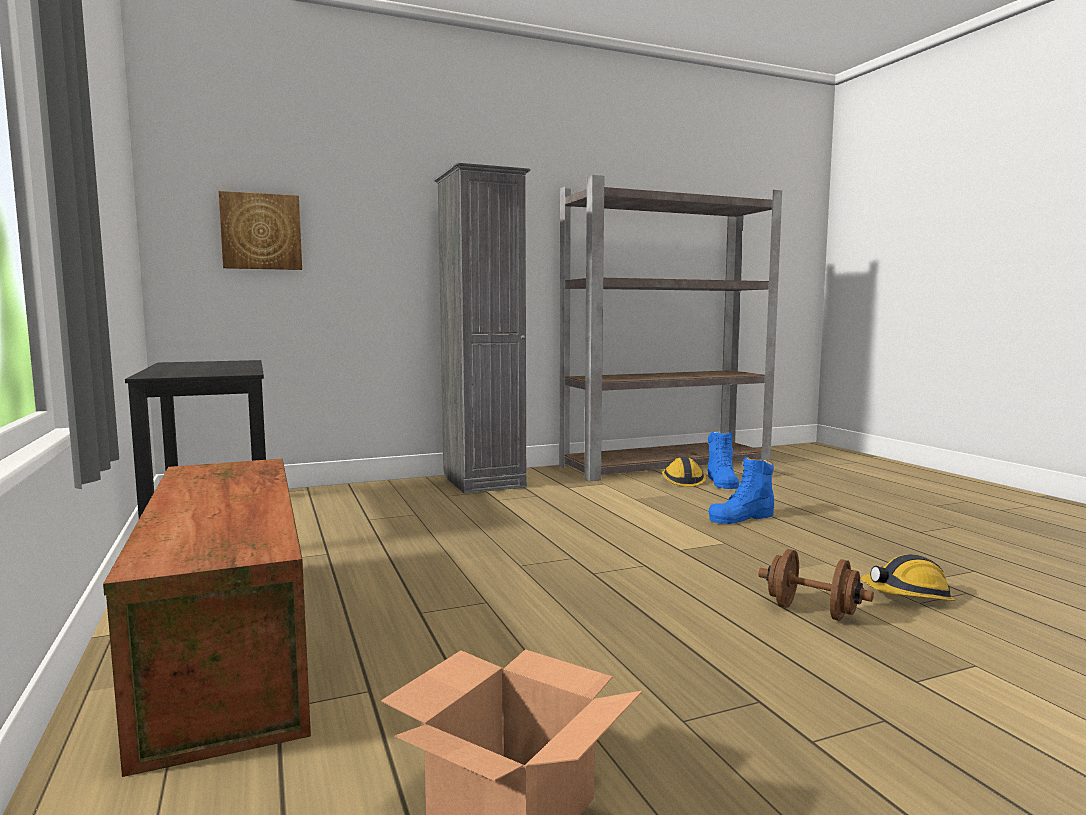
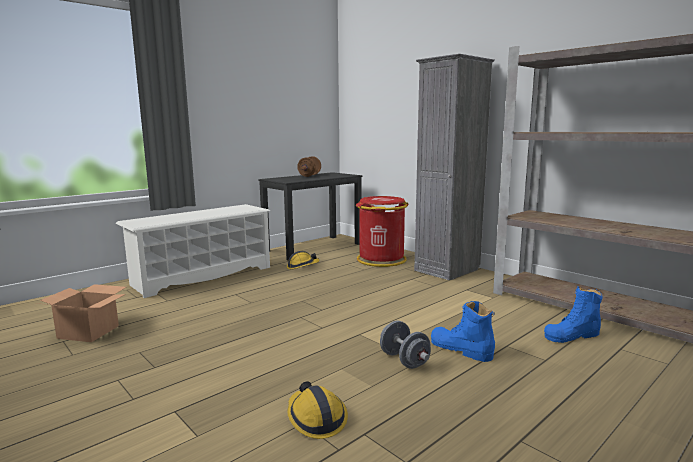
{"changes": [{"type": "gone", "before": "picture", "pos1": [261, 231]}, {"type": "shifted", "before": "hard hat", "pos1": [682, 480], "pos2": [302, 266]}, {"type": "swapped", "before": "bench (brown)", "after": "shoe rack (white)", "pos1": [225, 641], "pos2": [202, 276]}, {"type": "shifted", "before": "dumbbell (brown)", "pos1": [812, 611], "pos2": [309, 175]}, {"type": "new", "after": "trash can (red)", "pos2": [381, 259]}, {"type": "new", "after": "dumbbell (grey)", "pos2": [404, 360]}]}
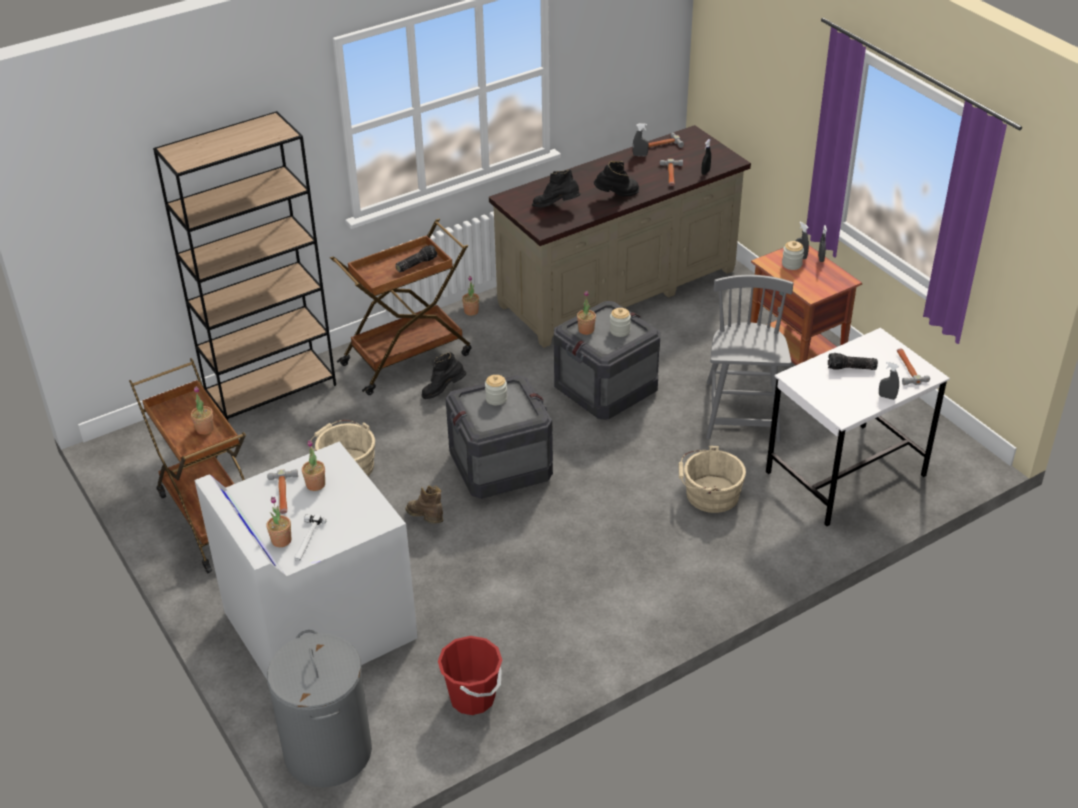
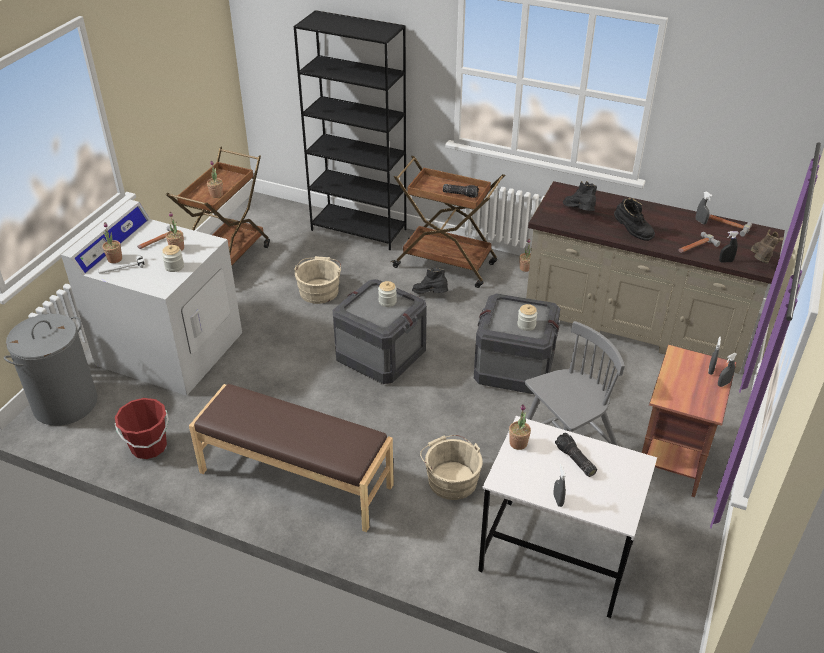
{"changes": [{"type": "repainted", "before": "bookcase (beige)", "after": "bookcase (black)", "pos1": [271, 391], "pos2": [359, 229]}, {"type": "shifted", "before": "jar", "pos1": [791, 264], "pos2": [174, 266]}, {"type": "shifted", "before": "potted plant", "pos1": [586, 330], "pos2": [518, 443]}, {"type": "gone", "before": "hammer", "pos1": [907, 368]}, {"type": "shifted", "before": "boot (brown)", "pos1": [427, 520], "pos2": [760, 262]}, {"type": "new", "after": "bench (brown)", "pos2": [295, 479]}]}
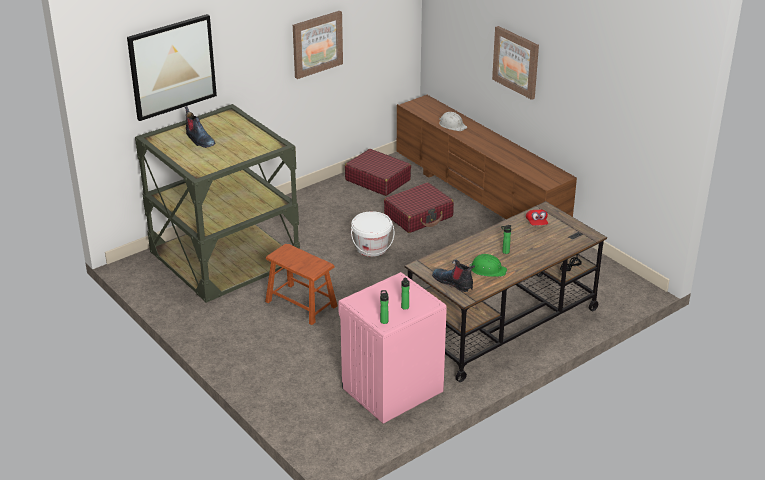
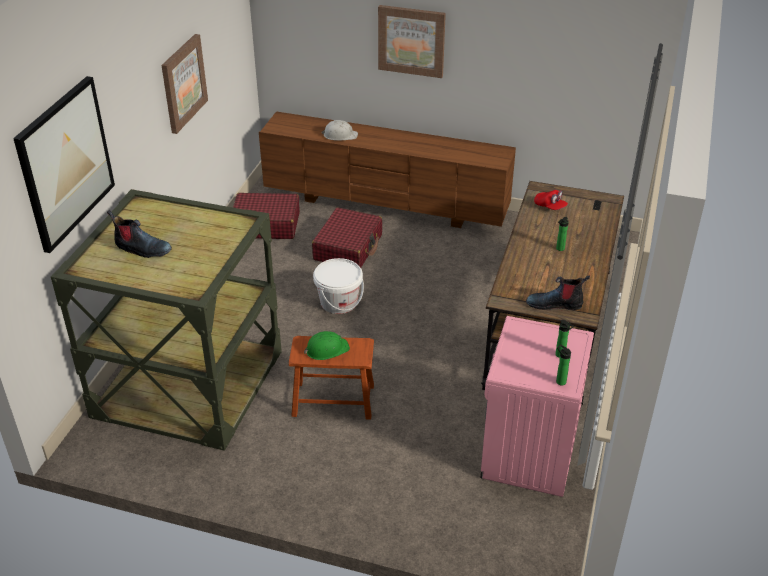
{"changes": [{"type": "shifted", "before": "hard hat (green)", "pos1": [487, 270], "pos2": [326, 349]}]}
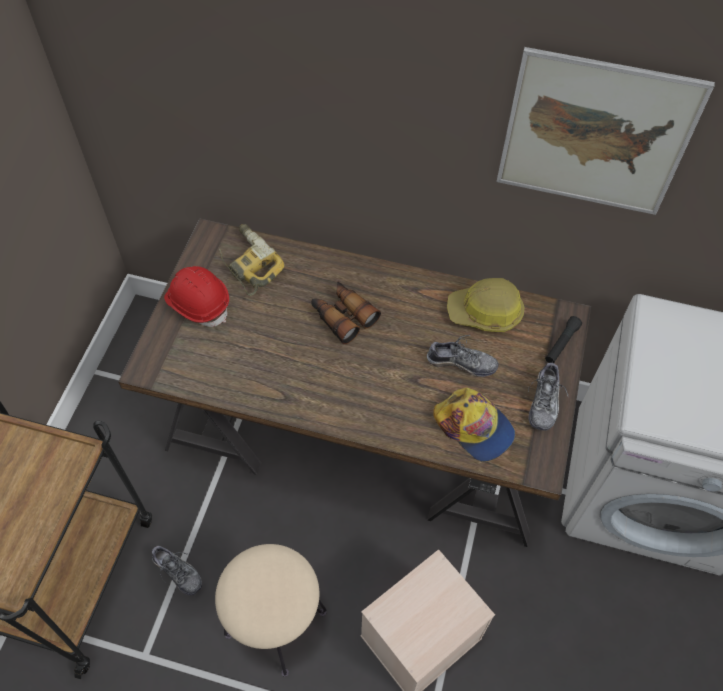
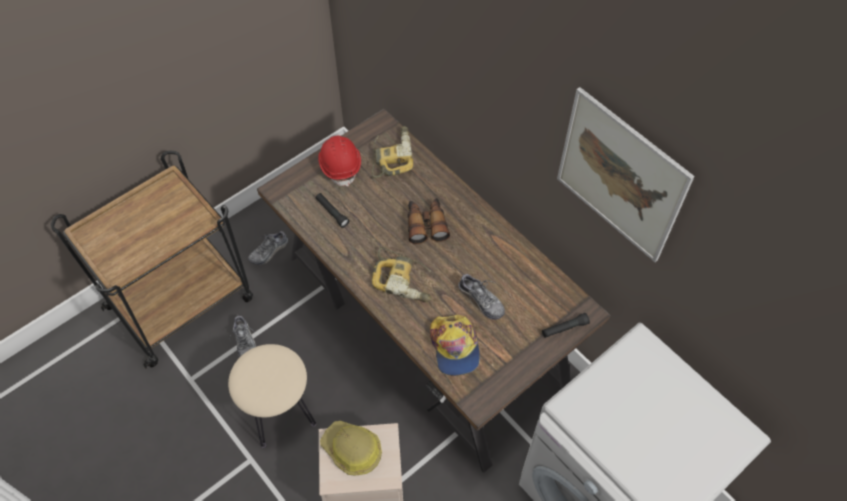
{"changes": [{"type": "shifted", "before": "hard hat", "pos1": [485, 312], "pos2": [352, 450]}, {"type": "shifted", "before": "shoe", "pos1": [544, 402], "pos2": [269, 251]}, {"type": "new", "after": "flashlight (black)", "pos2": [332, 212]}, {"type": "new", "after": "power drill", "pos2": [404, 279]}]}
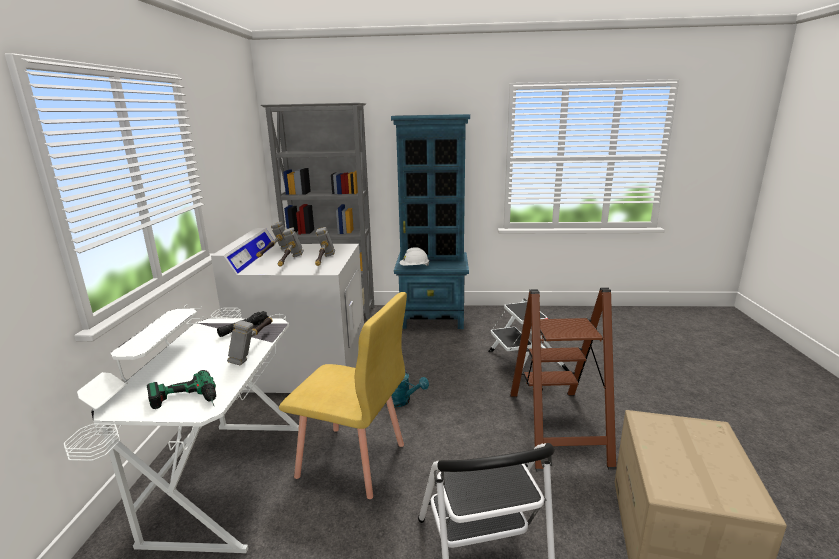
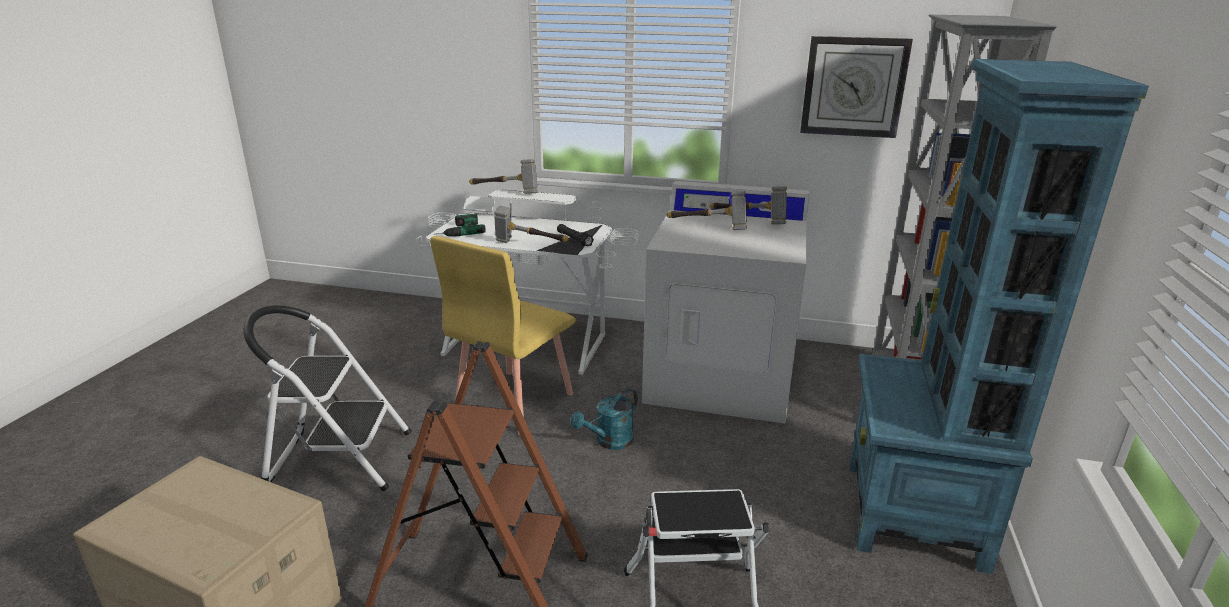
{"changes": [{"type": "shifted", "before": "hammer", "pos1": [323, 262], "pos2": [506, 192]}, {"type": "gone", "before": "hard hat (white)", "pos1": [414, 267]}, {"type": "new", "after": "wall clock", "pos2": [853, 87]}]}
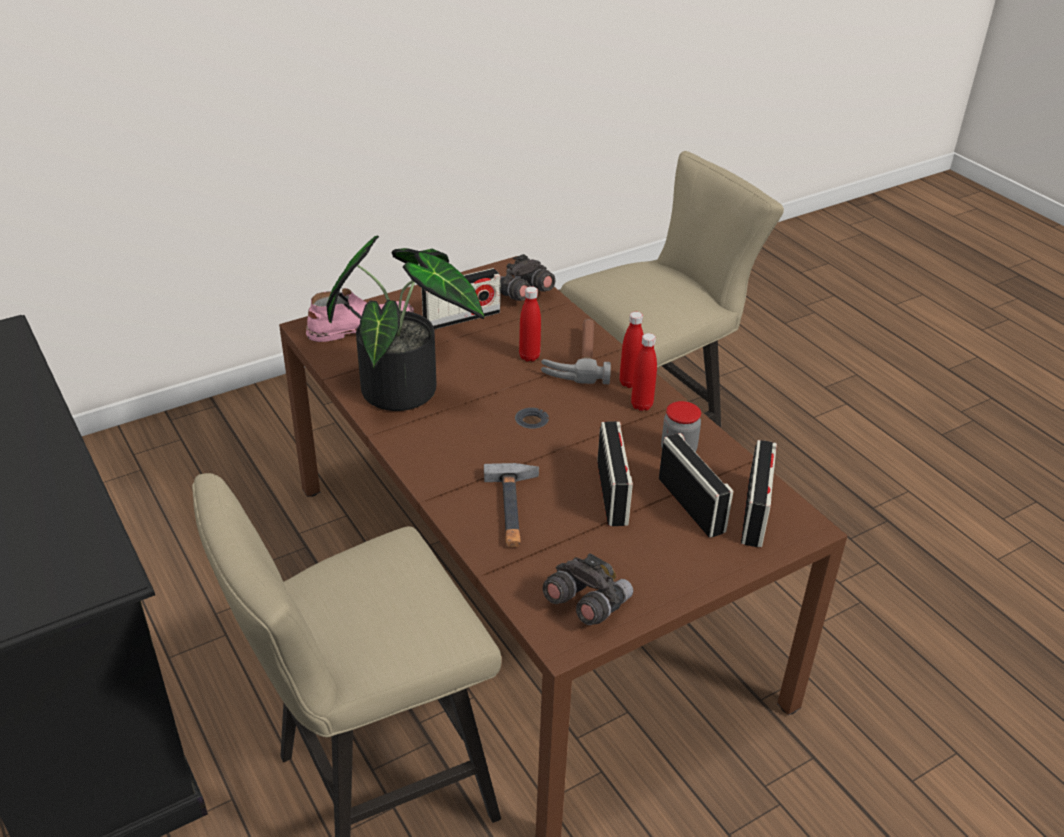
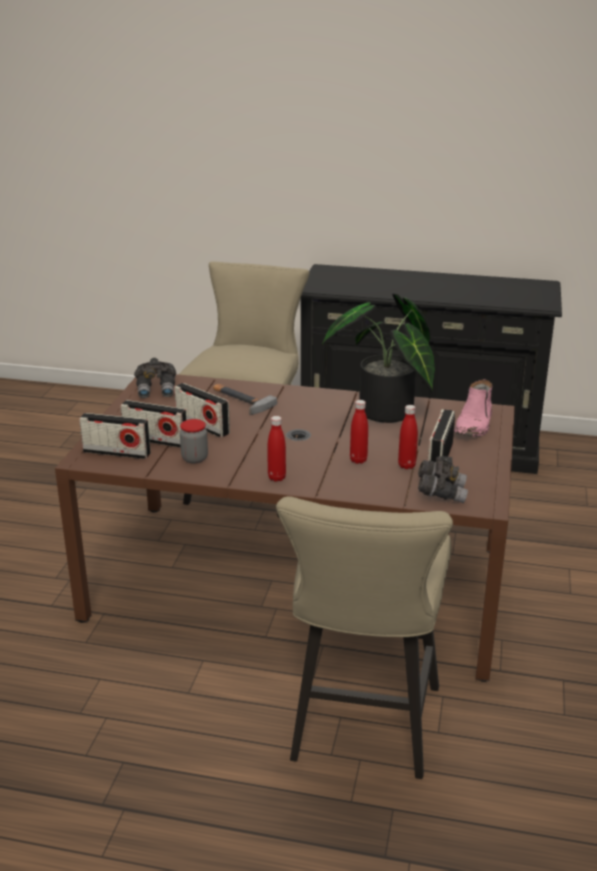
{"changes": [{"type": "gone", "before": "hammer", "pos1": [575, 358]}, {"type": "shifted", "before": "bottle (red)", "pos1": [641, 405], "pos2": [406, 465]}, {"type": "rotated", "before": "radio", "pos1": [755, 513], "pos2": [116, 452], "turn": -45}]}
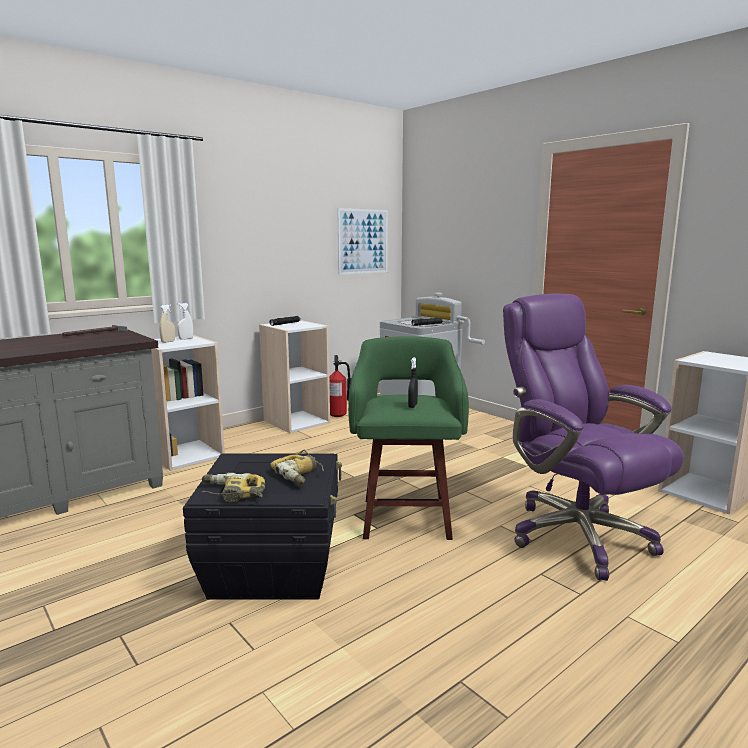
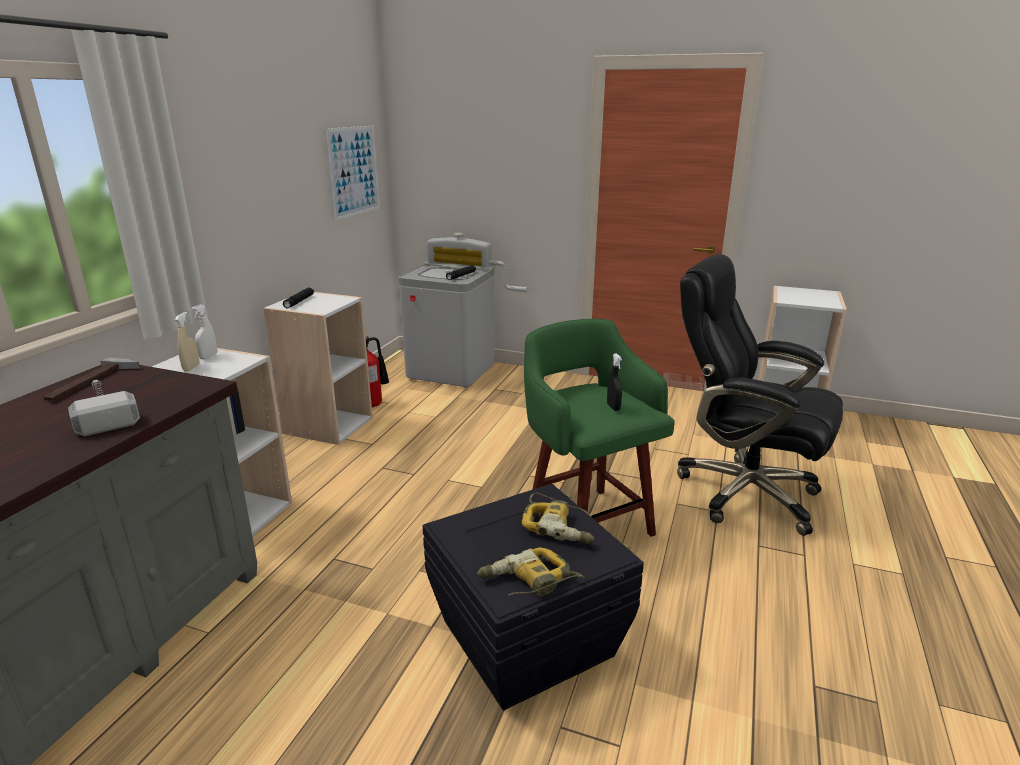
{"changes": [{"type": "repainted", "before": "office chair (purple)", "after": "office chair (black)", "pos1": [576, 534], "pos2": [742, 492]}, {"type": "new", "after": "hammer", "pos2": [104, 411]}]}
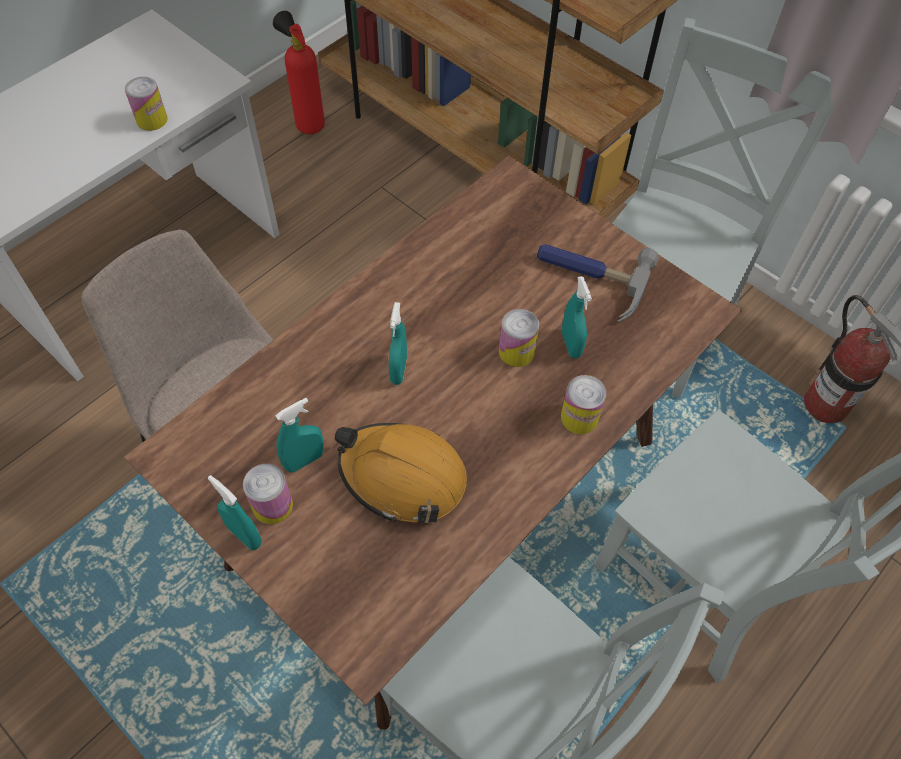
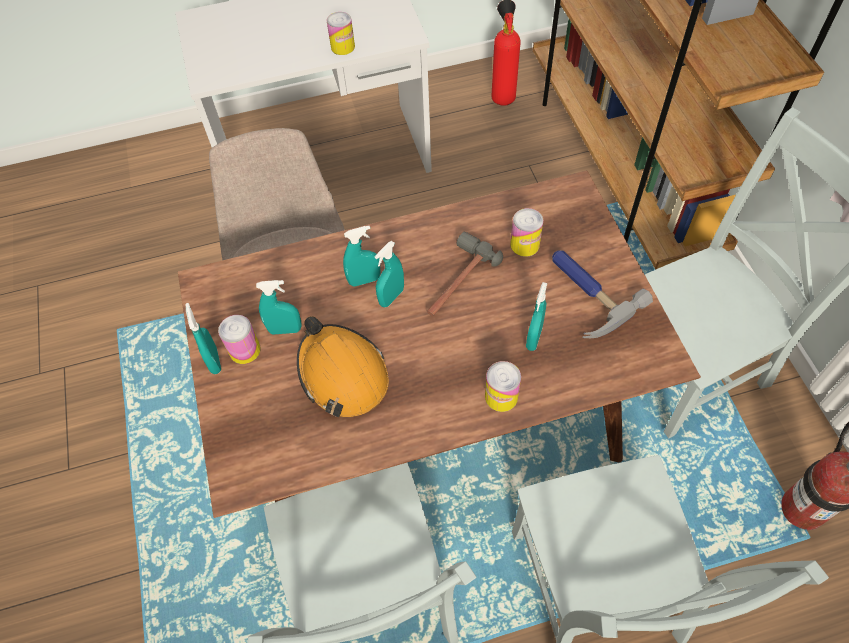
{"changes": [{"type": "shifted", "before": "can", "pos1": [516, 351], "pos2": [524, 244]}, {"type": "new", "after": "spray bottle (turquoise)", "pos2": [364, 280]}, {"type": "new", "after": "hammer", "pos2": [457, 282]}]}
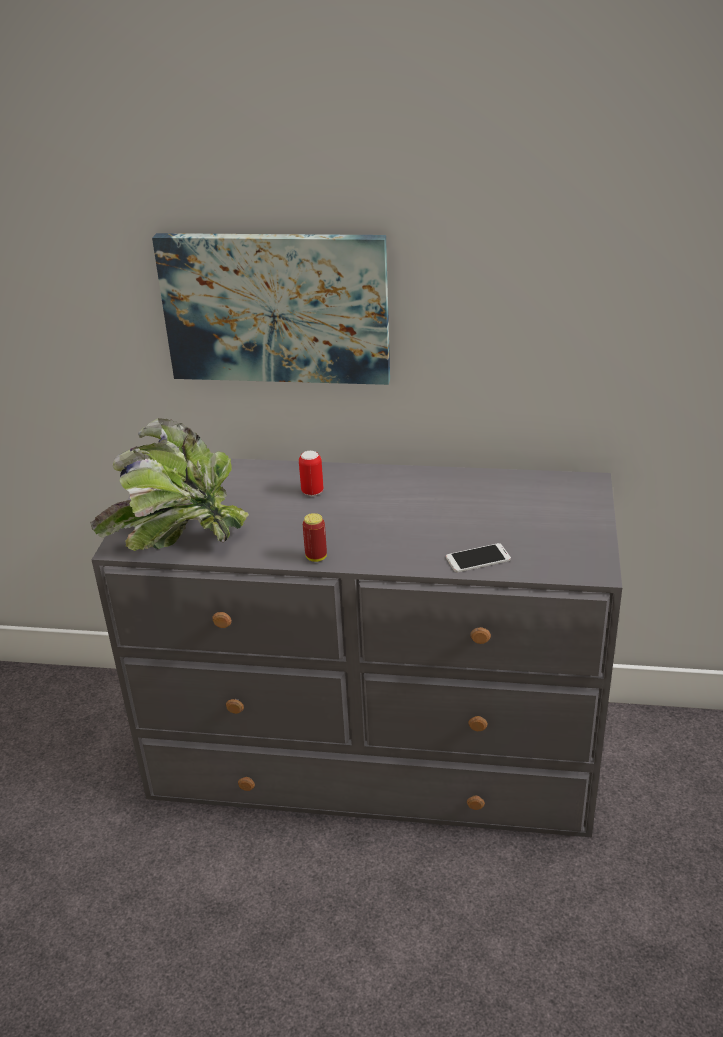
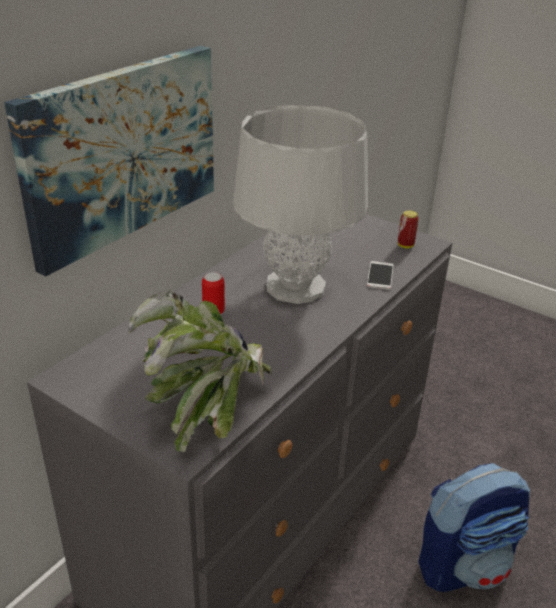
{"changes": [{"type": "shifted", "before": "can", "pos1": [316, 557], "pos2": [405, 245]}, {"type": "new", "after": "table lamp (grey)", "pos2": [295, 287]}, {"type": "new", "after": "backpack", "pos2": [464, 565]}]}
